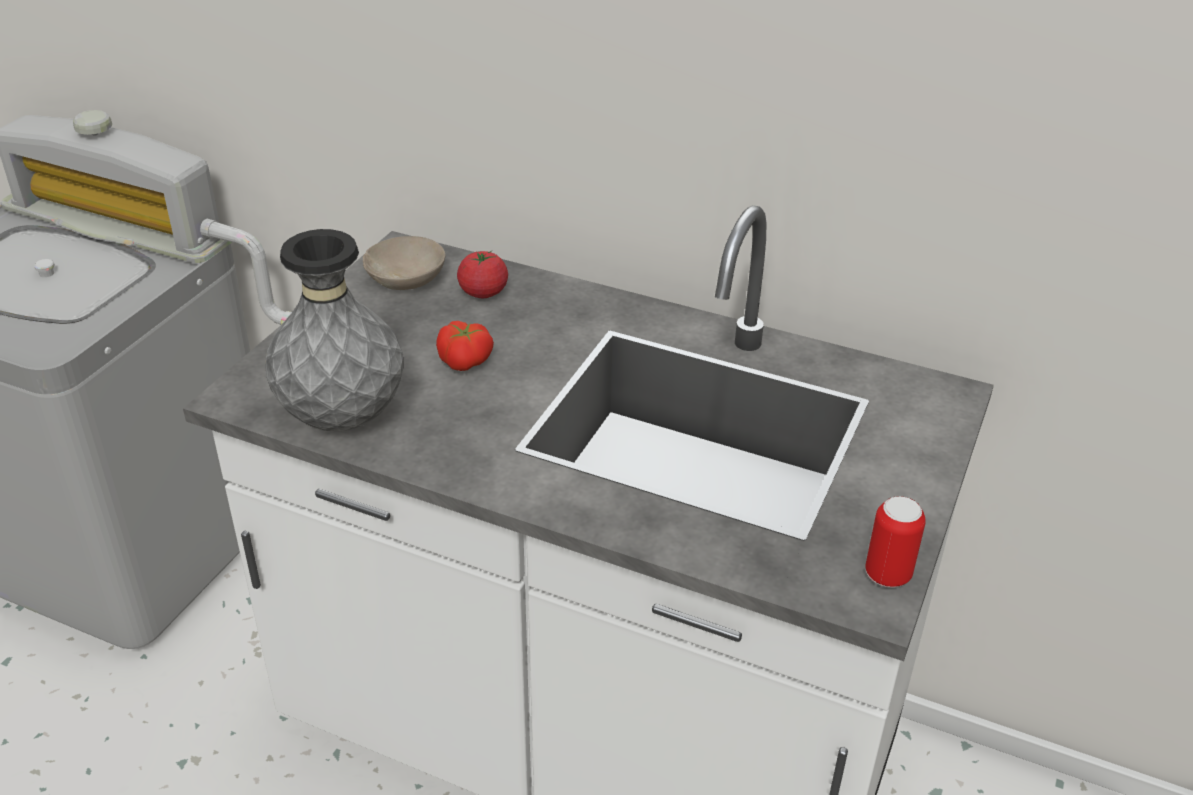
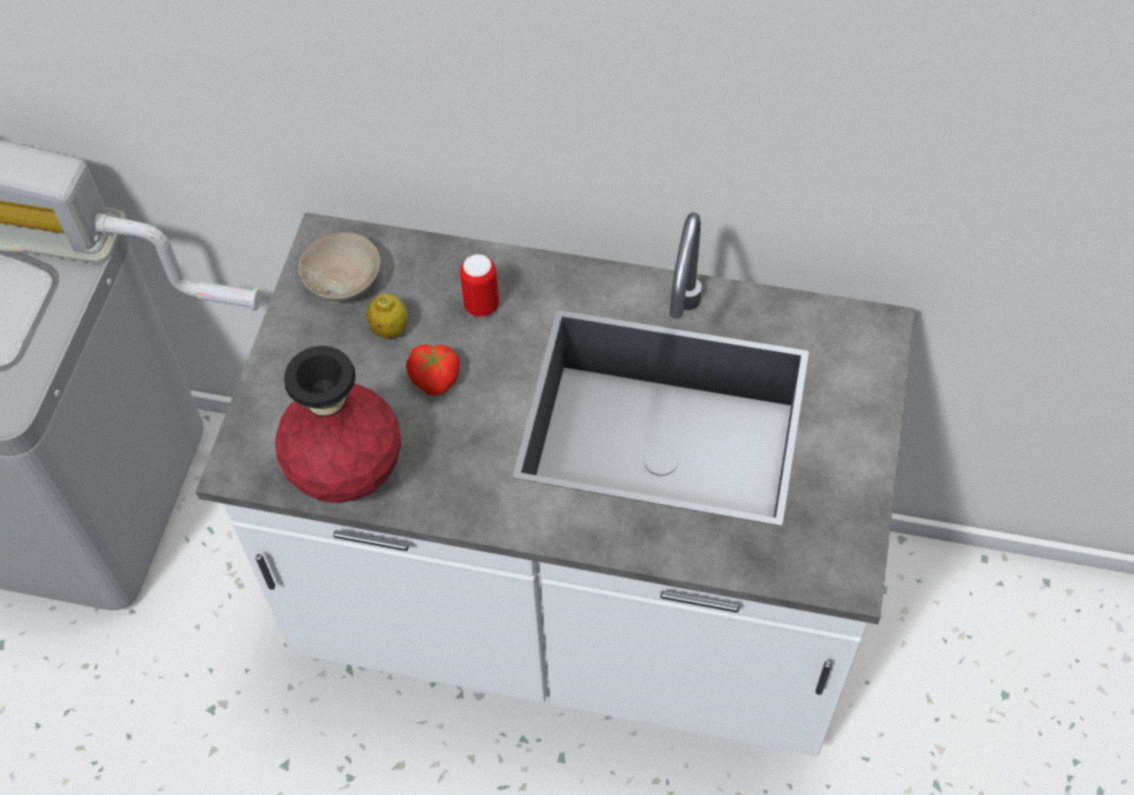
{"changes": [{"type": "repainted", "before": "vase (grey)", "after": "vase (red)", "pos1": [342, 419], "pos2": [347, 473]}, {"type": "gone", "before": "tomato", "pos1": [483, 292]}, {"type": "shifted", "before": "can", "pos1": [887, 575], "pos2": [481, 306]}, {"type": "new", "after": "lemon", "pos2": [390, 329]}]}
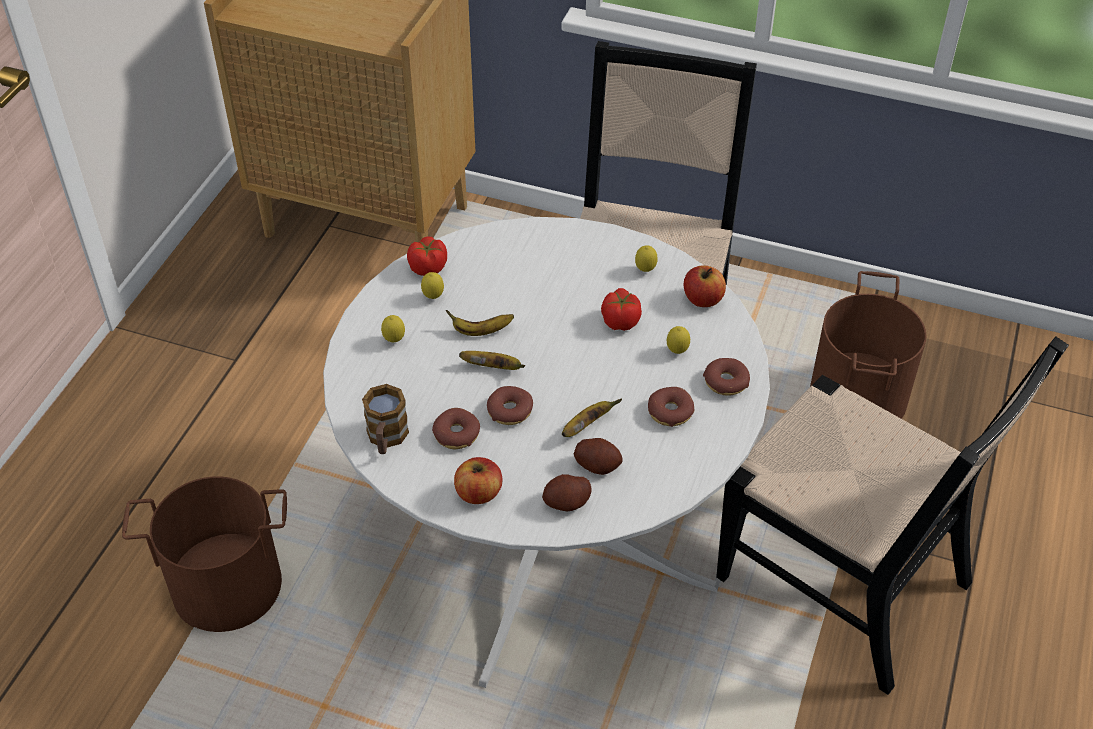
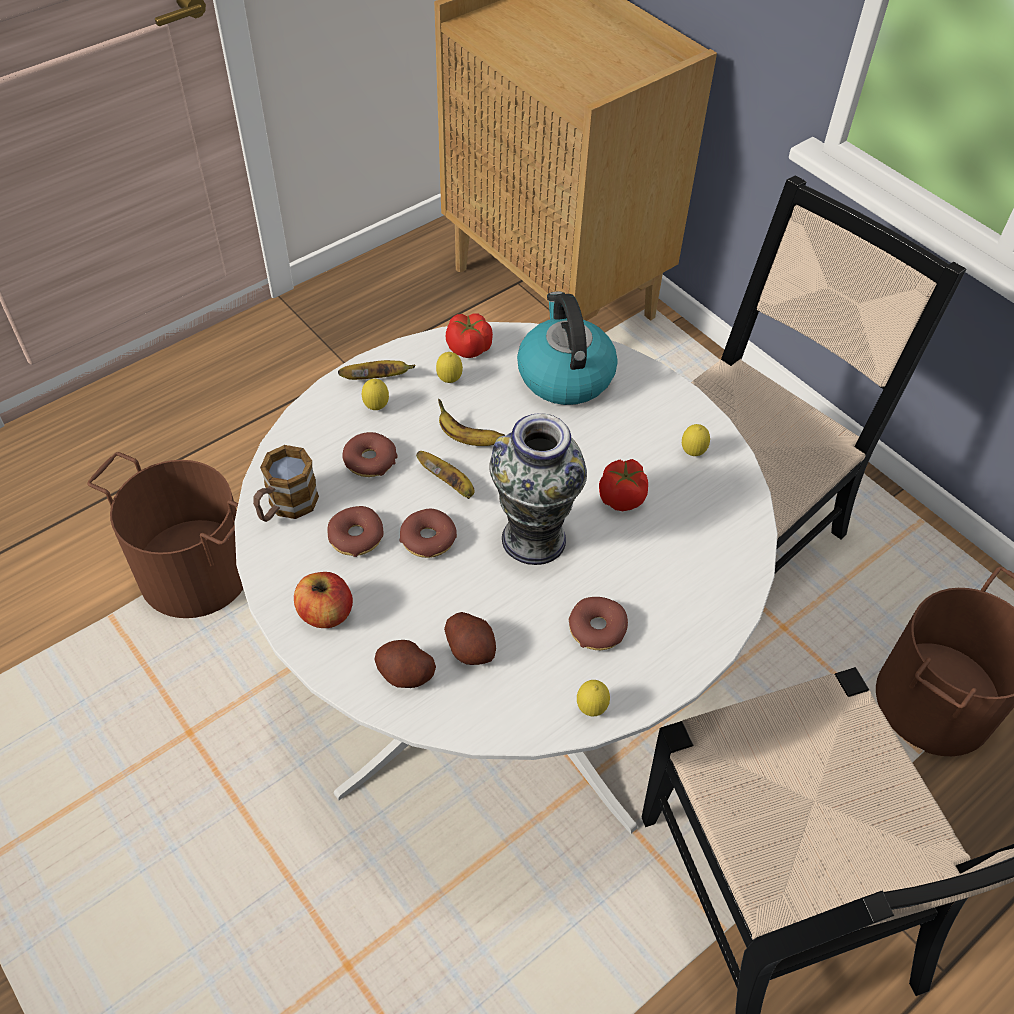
{"changes": [{"type": "gone", "before": "apple", "pos1": [702, 299]}, {"type": "shifted", "before": "lemon", "pos1": [677, 351], "pos2": [591, 709]}, {"type": "shifted", "before": "donut", "pos1": [726, 382], "pos2": [370, 461]}, {"type": "shifted", "before": "banana", "pos1": [586, 425], "pos2": [377, 378]}, {"type": "new", "after": "kettle", "pos2": [564, 375]}, {"type": "new", "after": "vase", "pos2": [533, 539]}]}
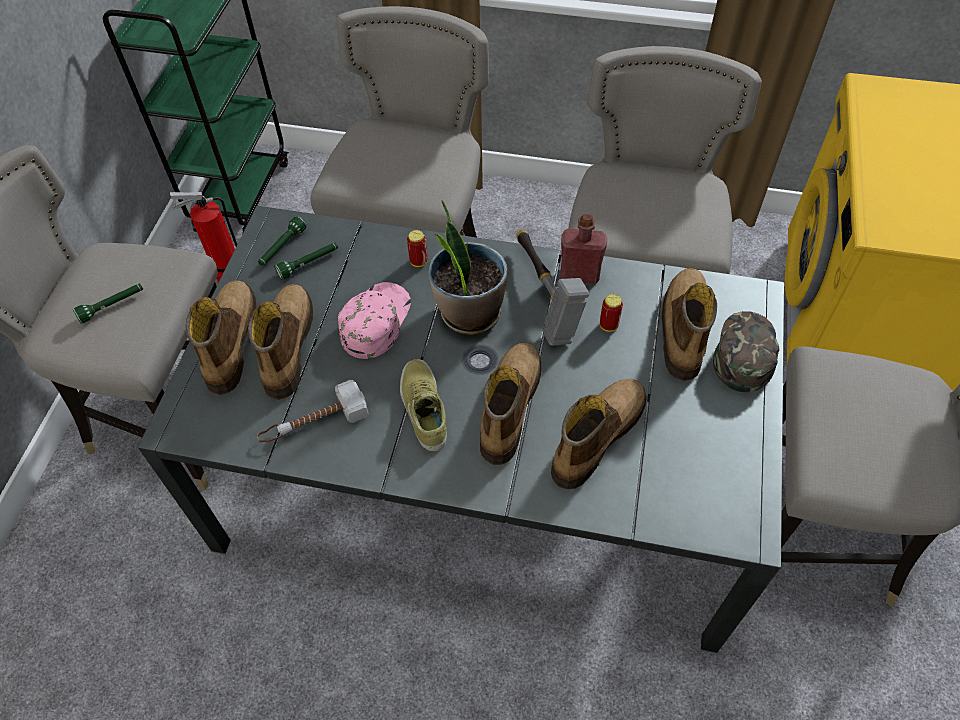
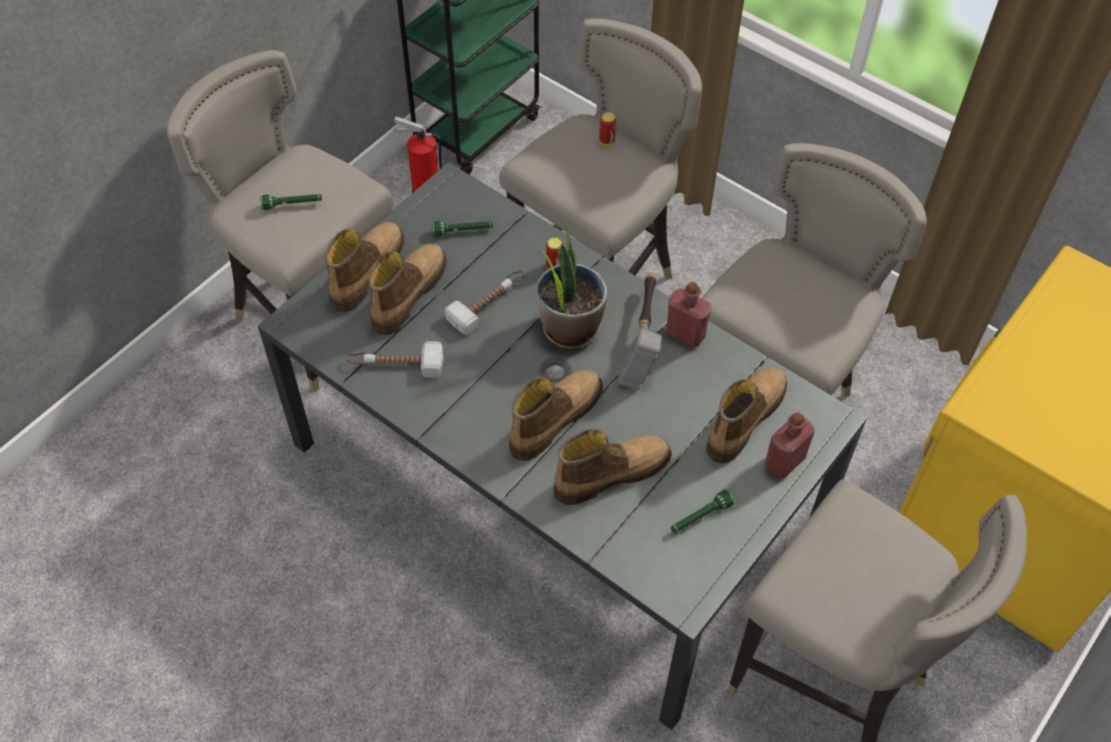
{"changes": [{"type": "shifted", "before": "flashlight (green)", "pos1": [282, 247], "pos2": [700, 517]}, {"type": "swapped", "before": "cap (pink)", "after": "hammer", "pos1": [375, 321], "pos2": [488, 302]}, {"type": "shifted", "before": "can", "pos1": [608, 325], "pos2": [607, 141]}, {"type": "swapped", "before": "cap (green)", "after": "bottle (red)", "pos1": [744, 352], "pos2": [784, 461]}, {"type": "gone", "before": "shoe (beige)", "pos1": [422, 408]}]}
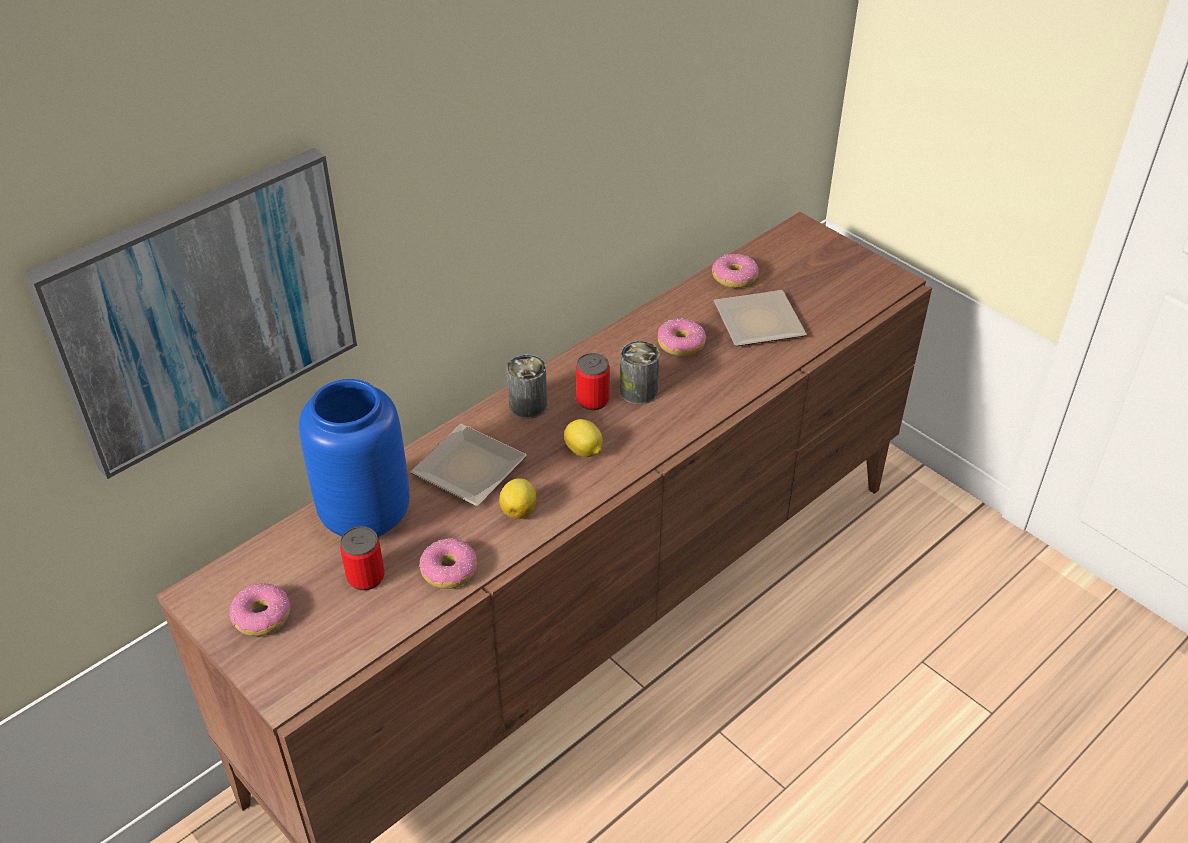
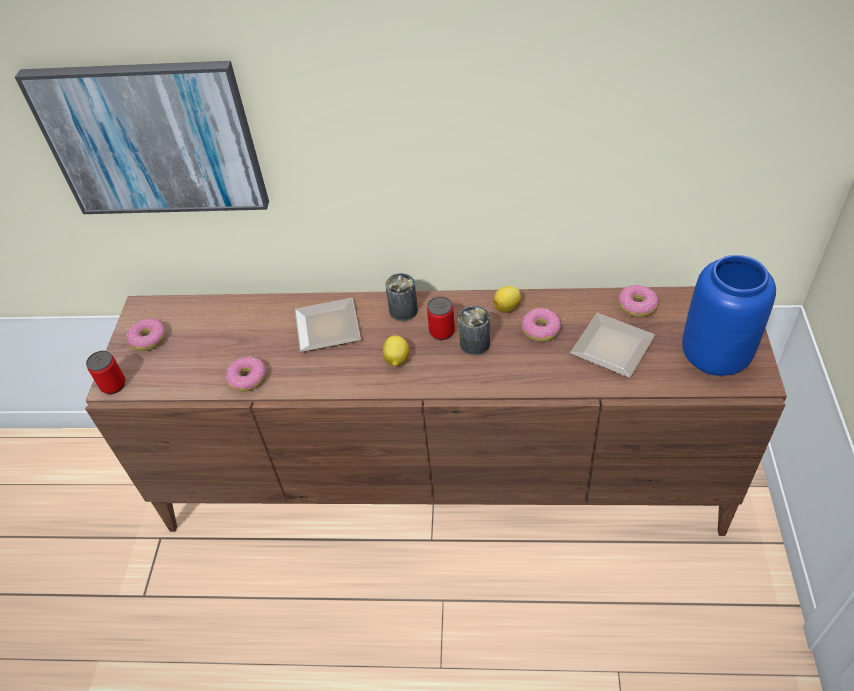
{"changes": [{"type": "shifted", "before": "vase (blue)", "pos1": [363, 515], "pos2": [713, 356]}, {"type": "shifted", "before": "lemon", "pos1": [519, 510], "pos2": [508, 307]}, {"type": "shifted", "before": "can", "pos1": [366, 577], "pos2": [113, 385]}]}
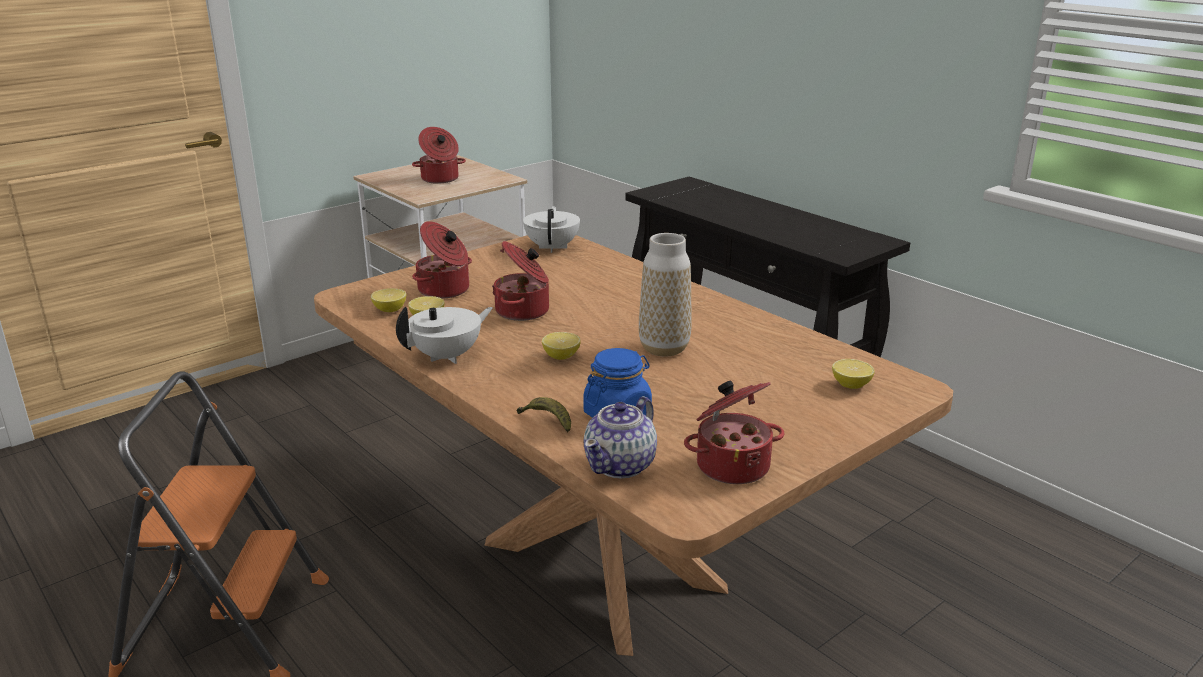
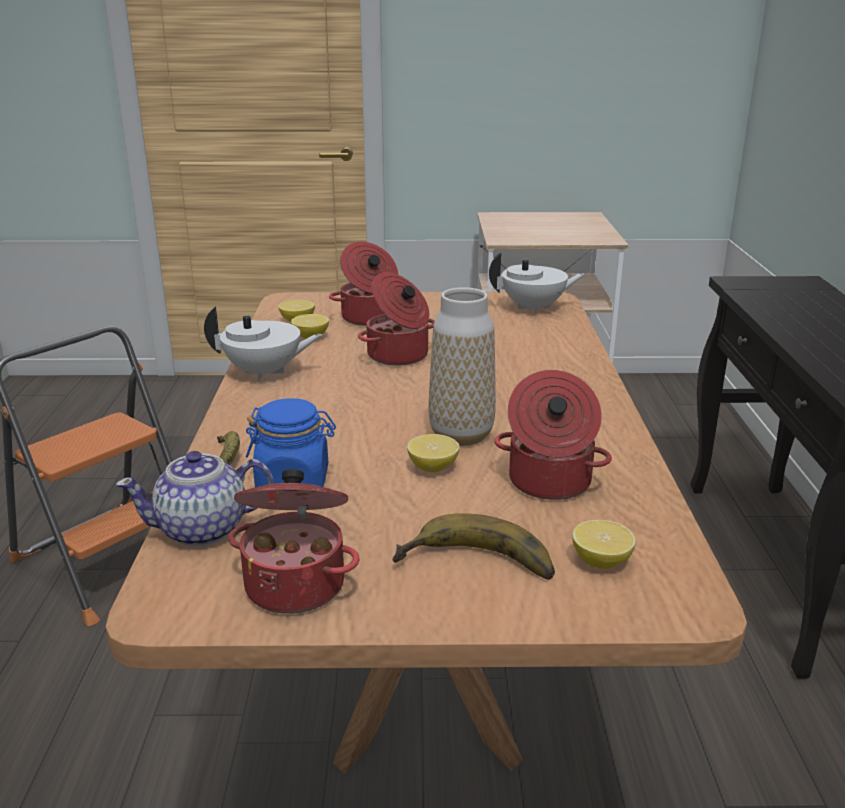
{"changes": [{"type": "shifted", "before": "cooking pot", "pos1": [440, 179], "pos2": [548, 482]}, {"type": "rotated", "before": "teapot (white)", "pos1": [552, 247], "pos2": [534, 308], "turn": 45}, {"type": "shifted", "before": "lemon", "pos1": [561, 356], "pos2": [433, 467]}, {"type": "new", "after": "banana", "pos2": [476, 568]}]}
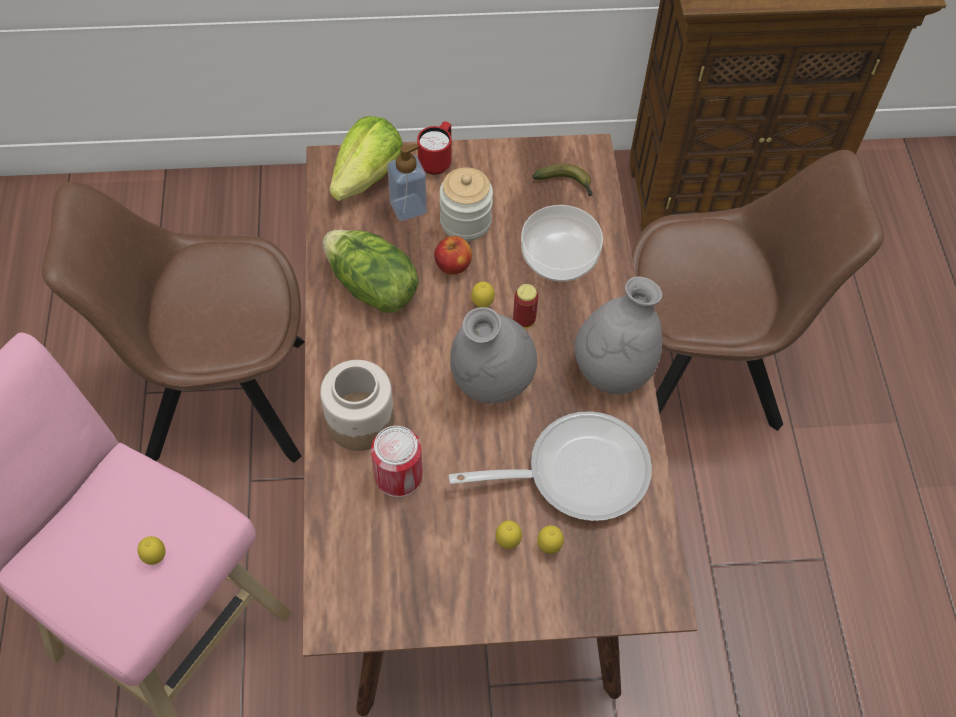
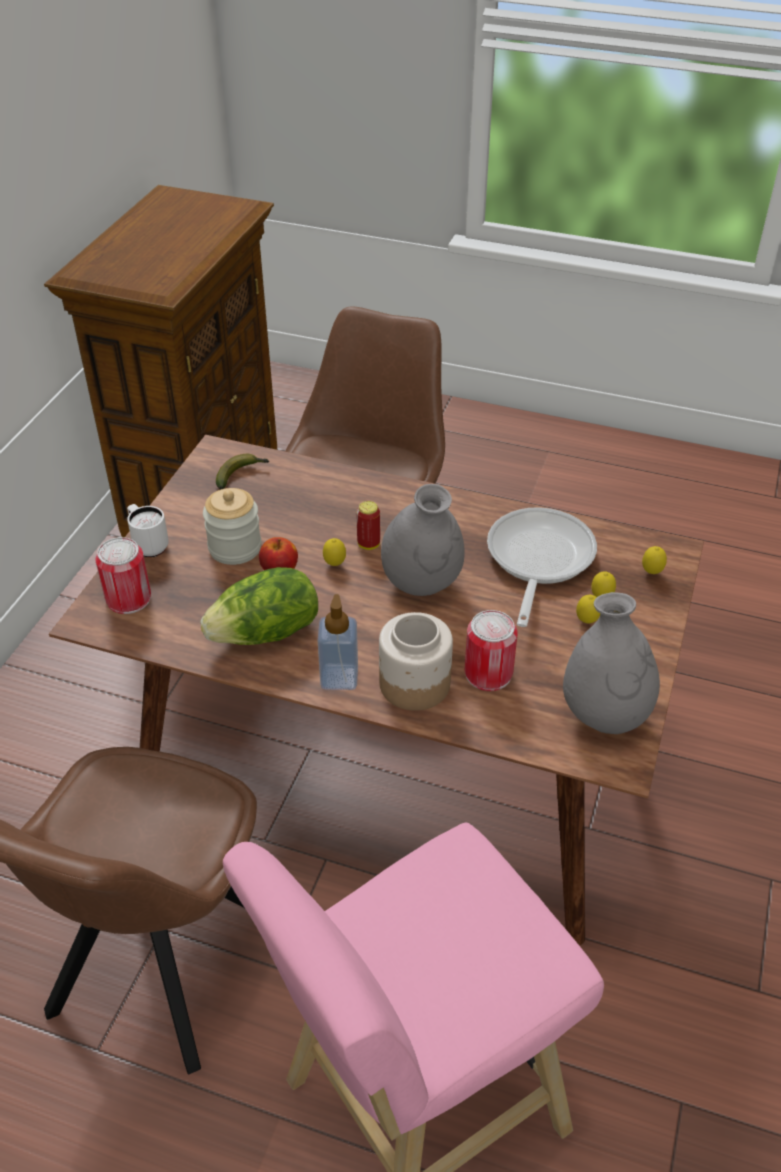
{"changes": [{"type": "swapped", "before": "lettuce", "after": "can", "pos1": [368, 177], "pos2": [128, 598]}, {"type": "repainted", "before": "mug (red)", "after": "mug (white)", "pos1": [437, 161], "pos2": [148, 545]}, {"type": "shifted", "before": "soap dispenser", "pos1": [408, 207], "pos2": [339, 677]}, {"type": "gone", "before": "bowl", "pos1": [559, 256]}, {"type": "shifted", "before": "vase (grey)", "pos1": [613, 372], "pos2": [604, 716]}, {"type": "shifted", "before": "lemon", "pos1": [155, 557], "pos2": [651, 573]}]}
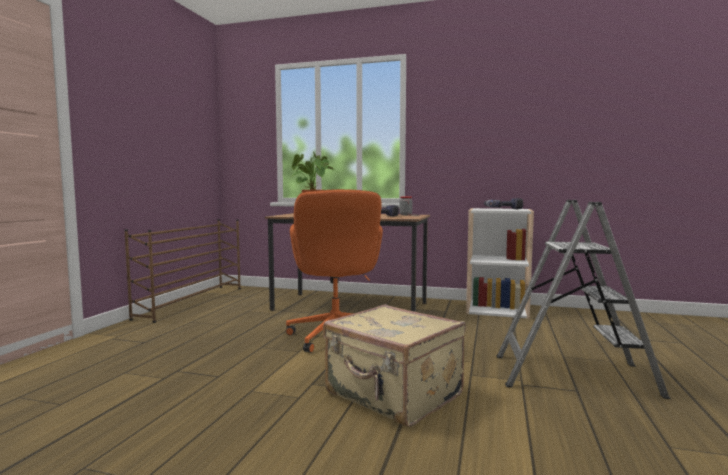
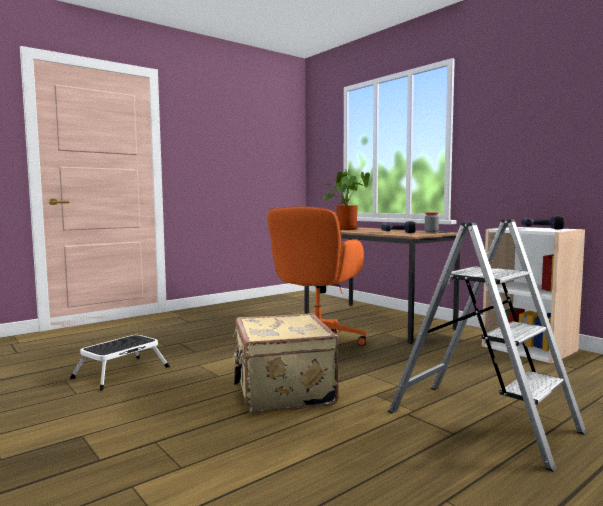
{"changes": [{"type": "gone", "before": "shoe rack (brown)", "pos1": [193, 302]}, {"type": "new", "after": "step ladder (black)", "pos2": [121, 372]}]}
